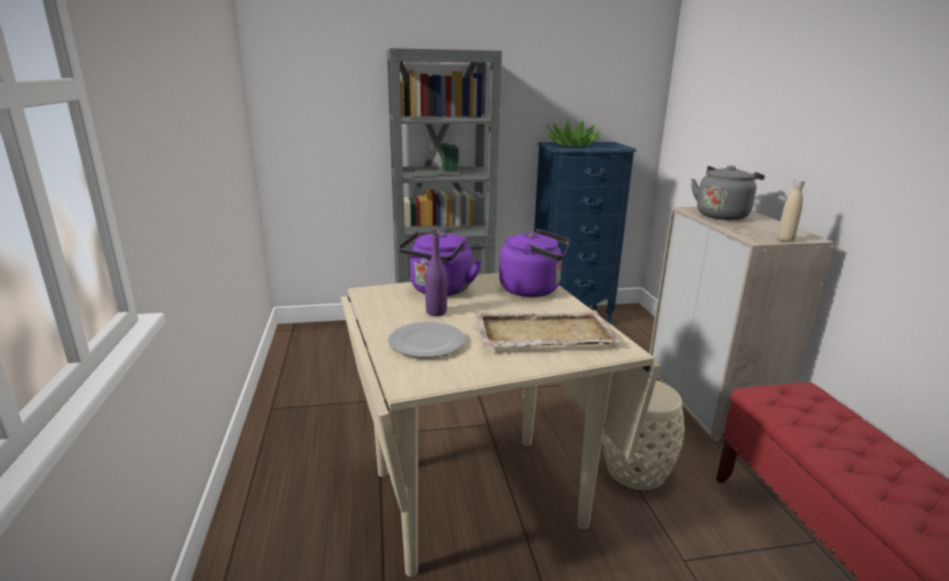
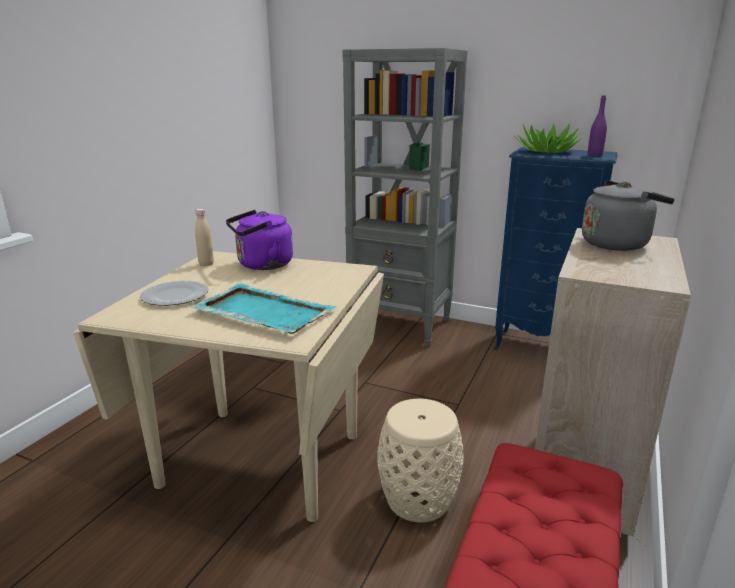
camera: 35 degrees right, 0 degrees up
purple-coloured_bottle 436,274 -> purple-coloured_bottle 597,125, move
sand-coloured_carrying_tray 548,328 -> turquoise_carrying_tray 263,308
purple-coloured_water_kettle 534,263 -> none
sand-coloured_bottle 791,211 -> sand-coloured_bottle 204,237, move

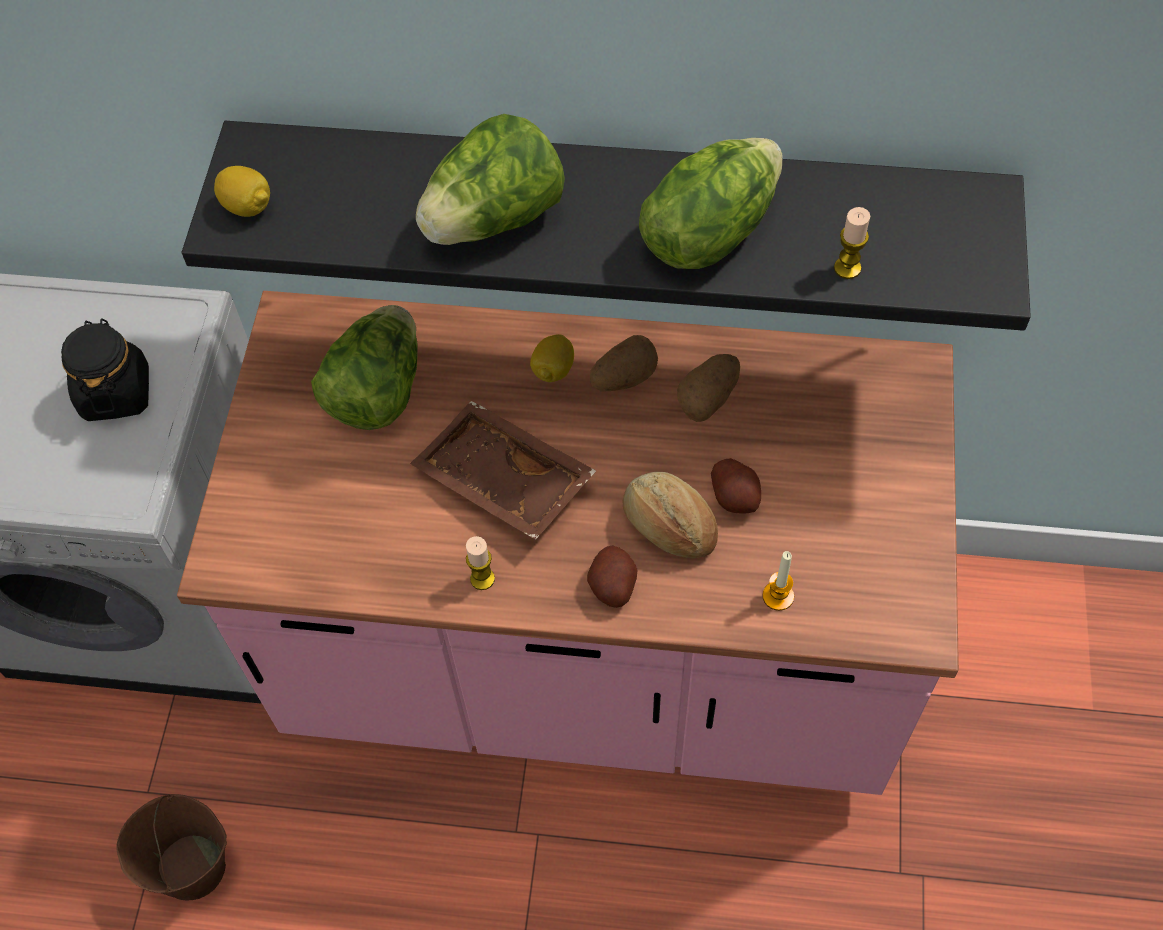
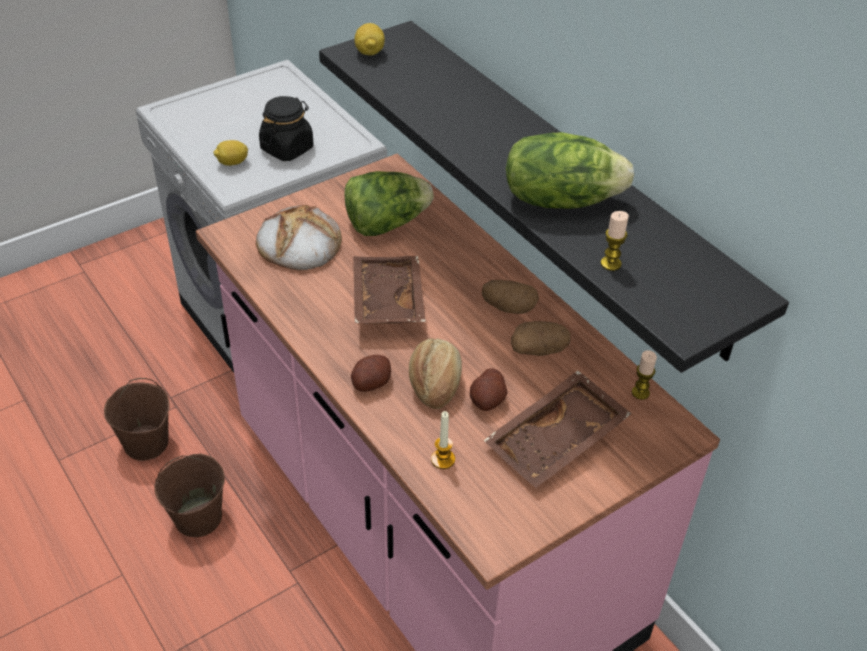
camera: 45 degrees right, 15 degrees down
lettuce_head 490,179 -> none
candle 480,563 -> candle 644,375, move
lemon 552,358 -> lemon 230,153, move
none -> brown-coloured_pail 189,495
none -> bread 299,237
none -> brown-coloured_carrying_tray 557,429

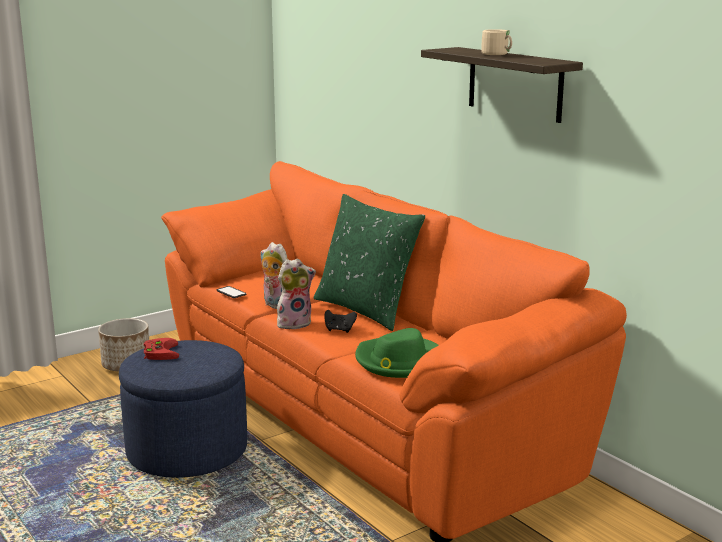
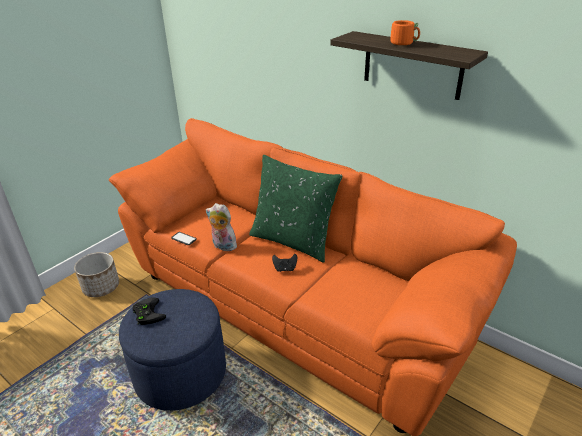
camera: 15 degrees left, 15 degrees up
red_joypad 161,349 -> black-coloured_joypad 149,311
soft_toy 296,293 -> none
greenish_hat 397,353 -> none
sand-coloured_coffee_mug 496,42 -> orangey_coffee_mug 405,32

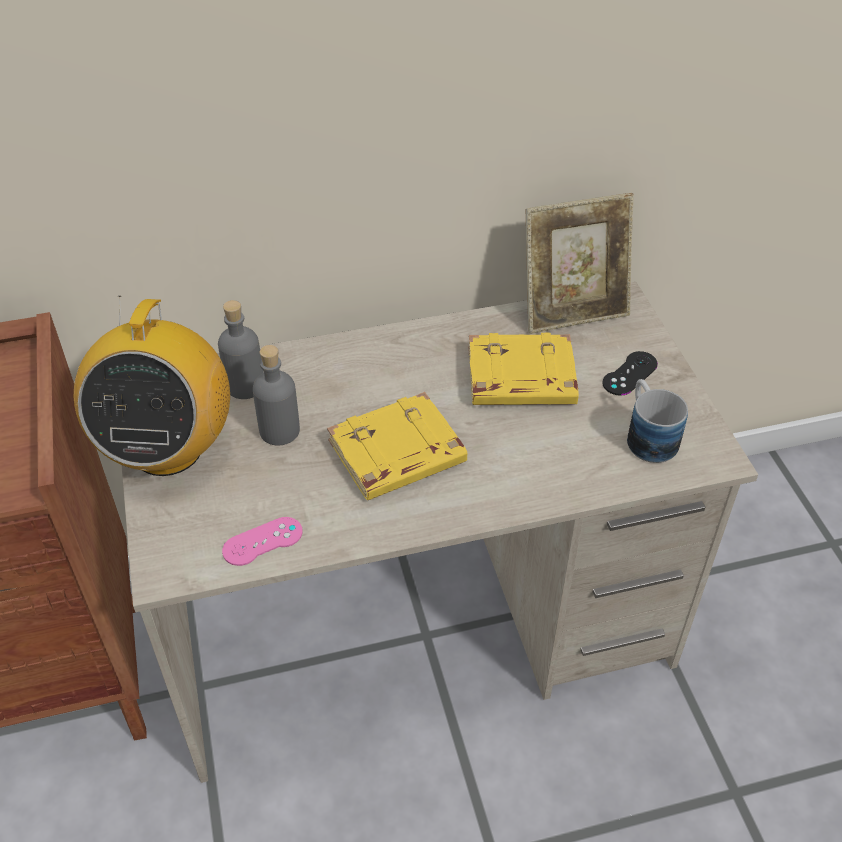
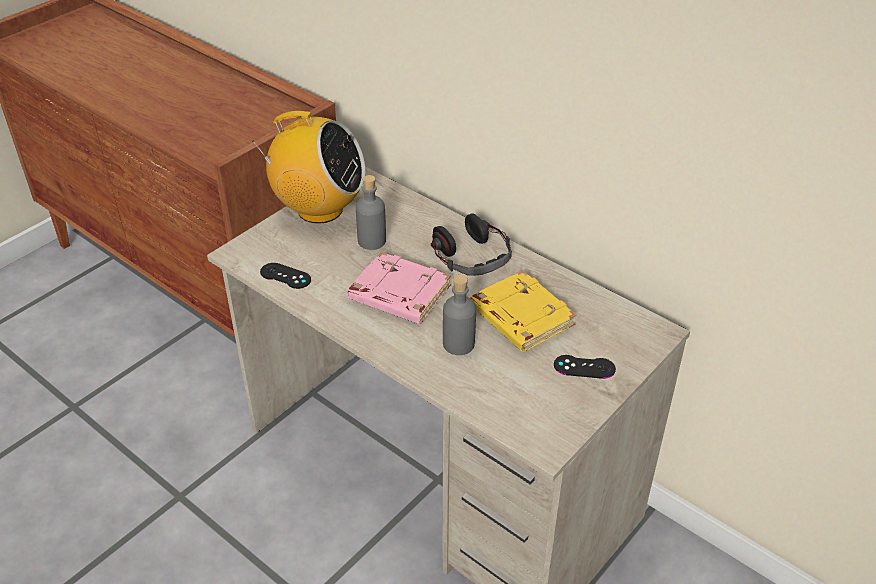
camera: 55 degrees right, 5 degrees down
radio_set 152,386 -> radio_set 308,167, 135 degrees counterclockwise
greyish_bottle 241,349 -> greyish_bottle 459,315, move
pink_joypad 262,541 -> black-coloured_joypad 285,276
yellow_bound_book 397,446 -> pink_bound_book 399,288
standing_frame 580,263 -> none
coffee_mug 657,421 -> none
none -> pair_of_headphones 471,244

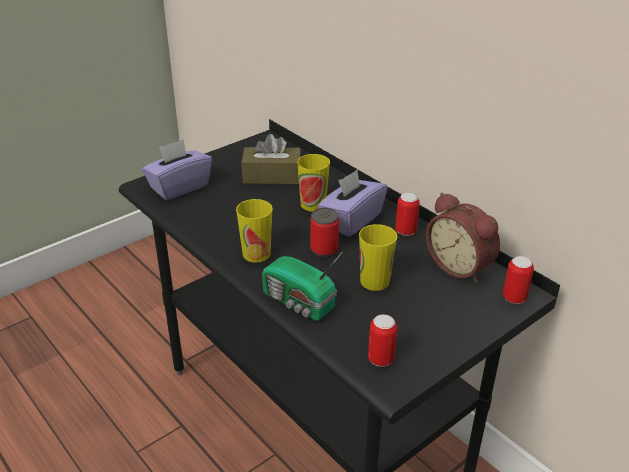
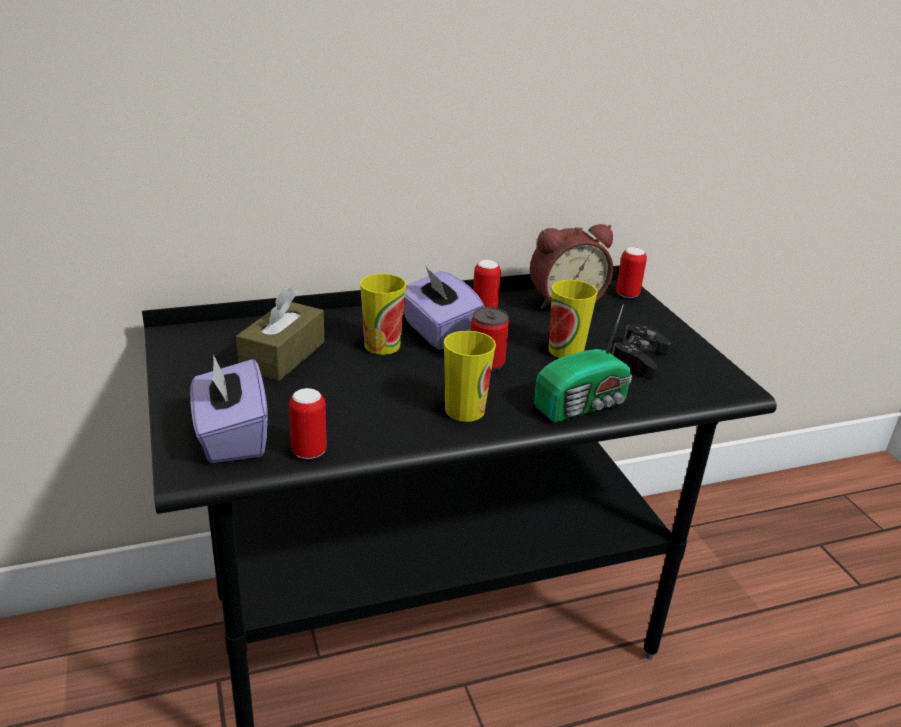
camera: 70 degrees left, 5 degrees down
can 382,340 -> can 308,423, move
none -> black-coloured_joypad 641,351

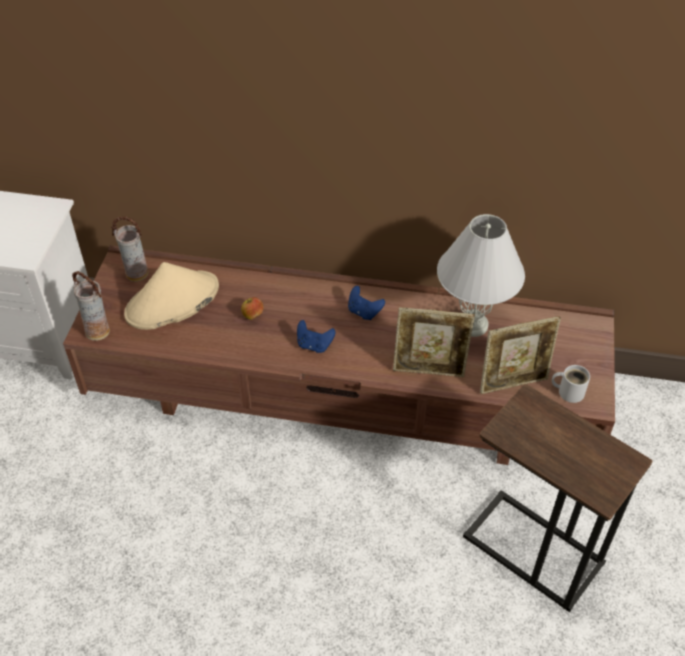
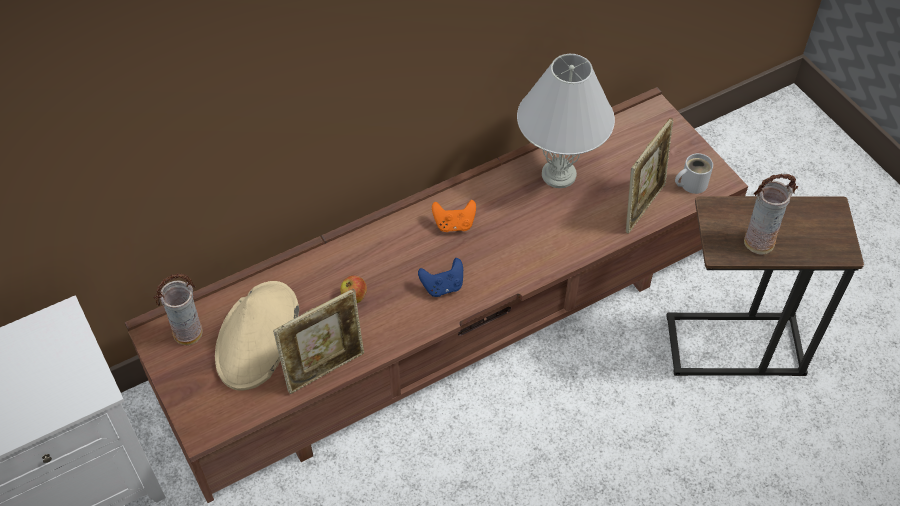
camera: 40 degrees left, 5 degrees up
vase 91,306 -> vase 771,214, move
blue_joypad 366,303 -> orangey_joypad 454,216
standing_frame 434,342 -> standing_frame 318,341, move

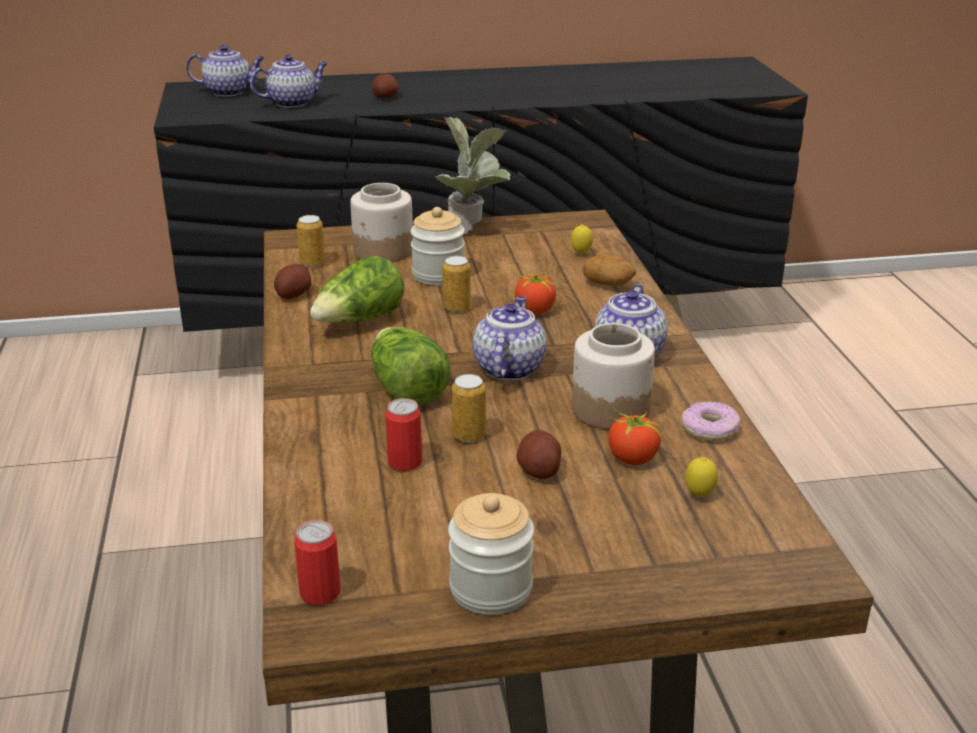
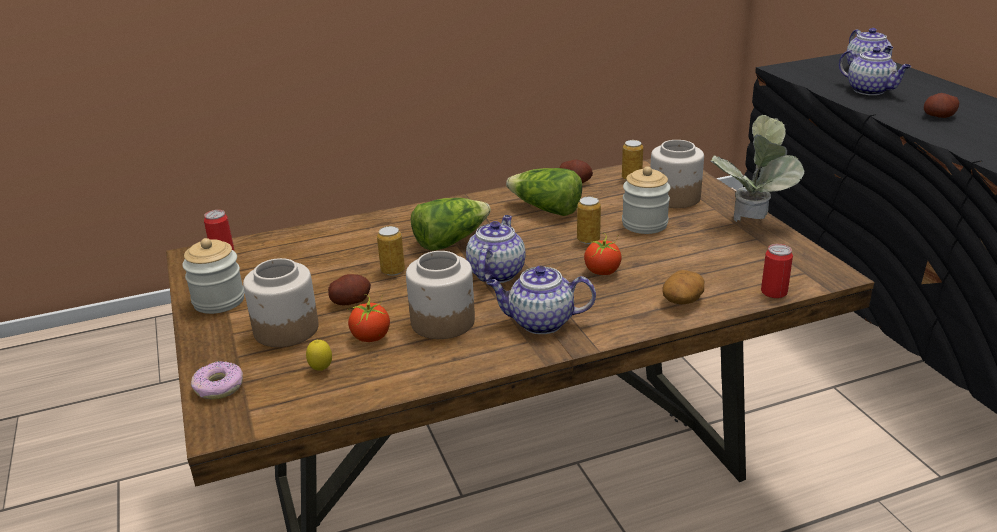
camera: 80 degrees right, 0 degrees up
can 403,434 -> can 777,271, move
teapot 510,338 -> teapot 495,249, 75 degrees counterclockwise
lemon 582,239 -> none
doughnut 711,421 -> doughnut 217,380, move
none -> preserve_jar 281,302

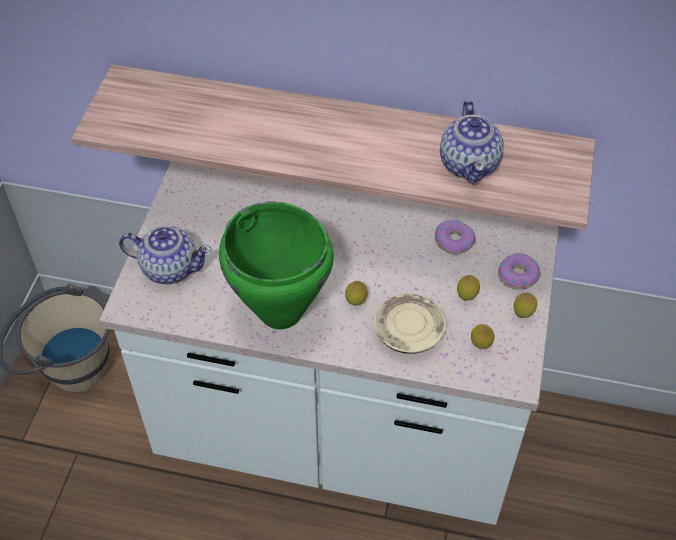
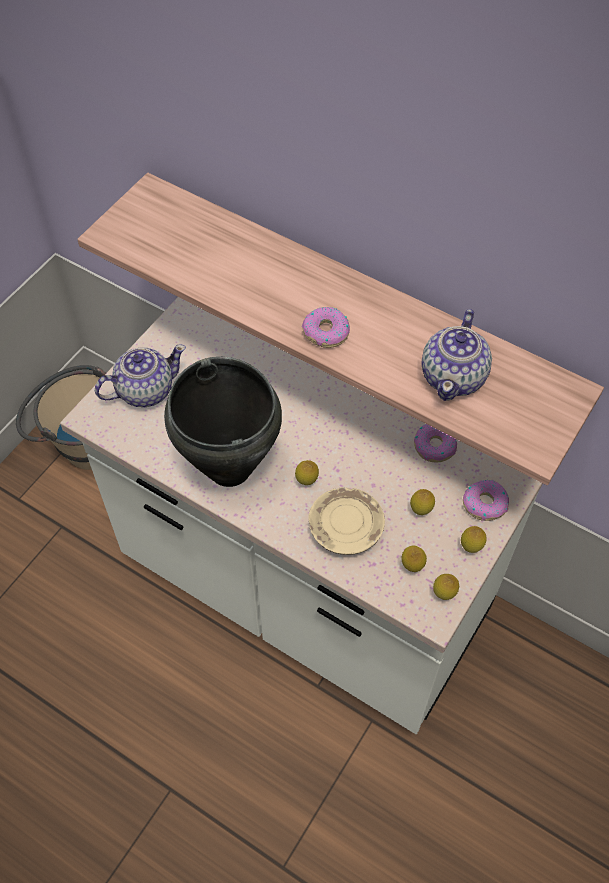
camera: 20 degrees right, 5 degrees up
teapot 165,255 -> teapot 140,376, 60 degrees counterclockwise
greenish_saucepot 276,265 -> black-coloured_saucepot 223,422
none -> doughnut 326,327
none -> lemon 446,587

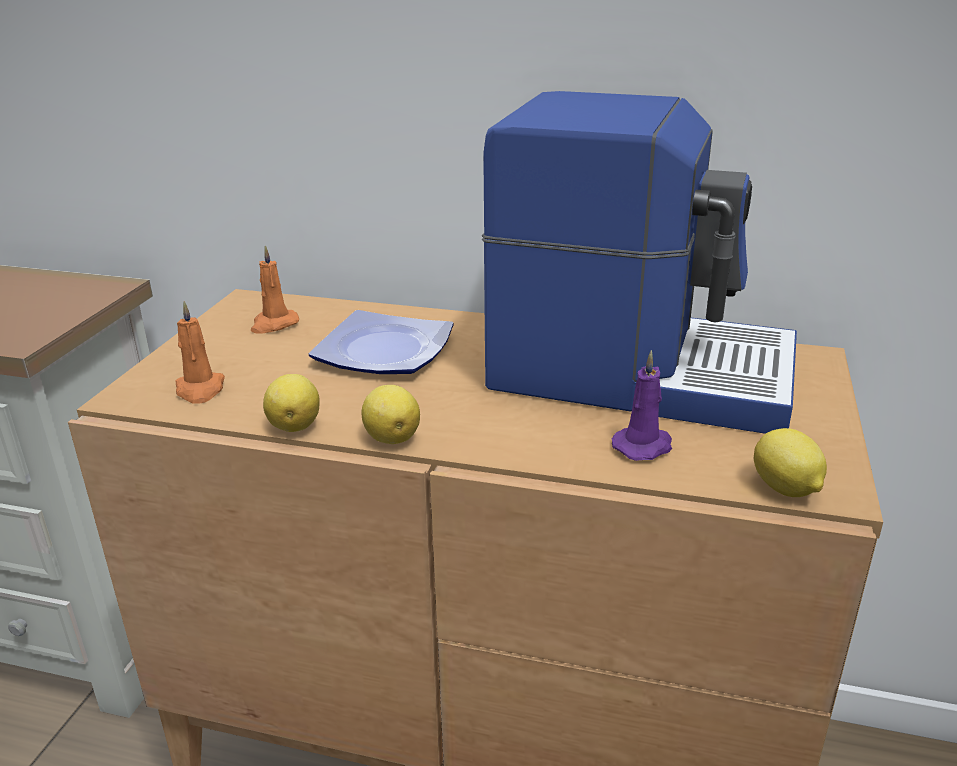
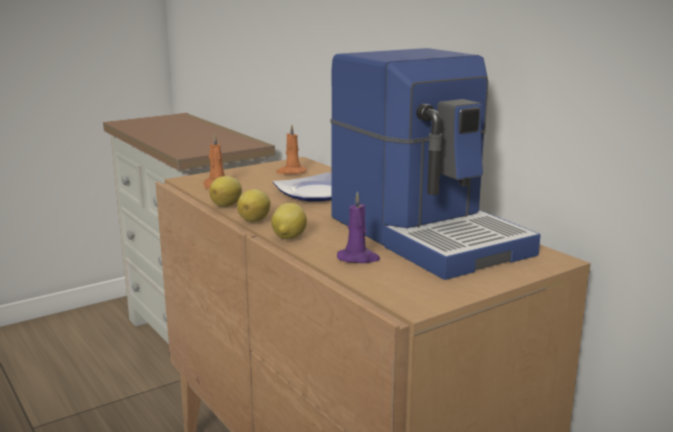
camera: 40 degrees right, 10 degrees down
lemon 790,462 -> lemon 289,221, move

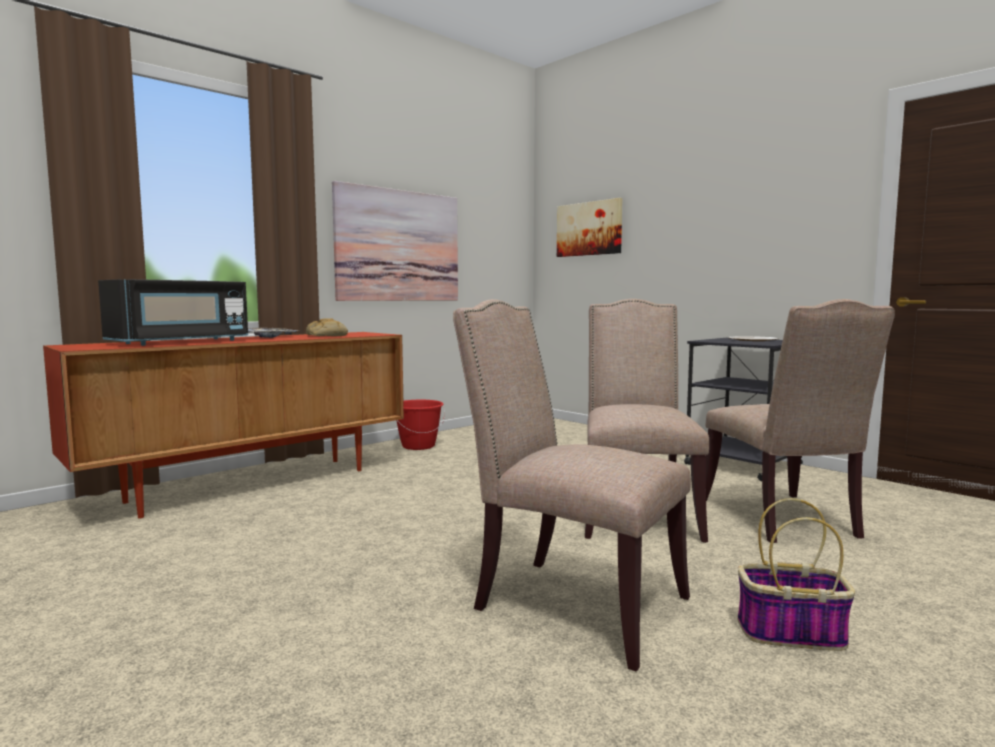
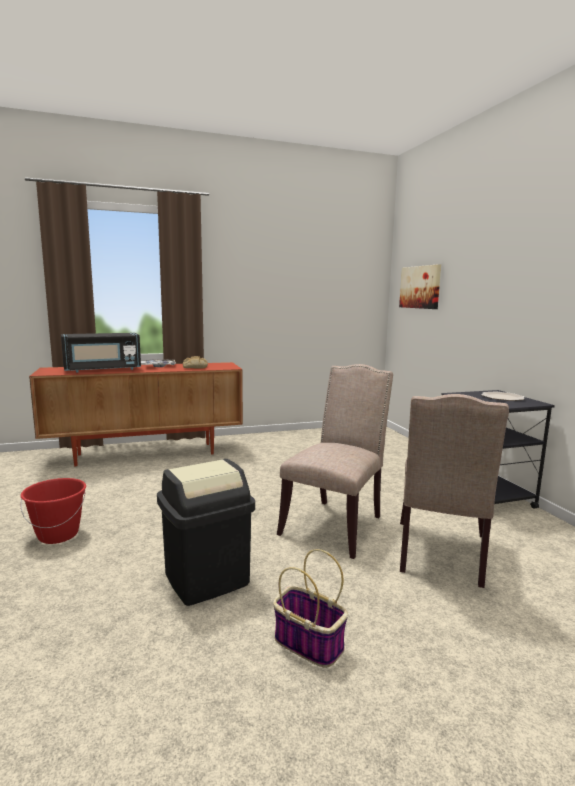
camera: 25 degrees right, 5 degrees up
wall_art 395,241 -> none
red_pail 421,425 -> red_pail 53,511, move
sand-coloured_upright_chair 572,485 -> black-coloured_waste_bin 206,532

